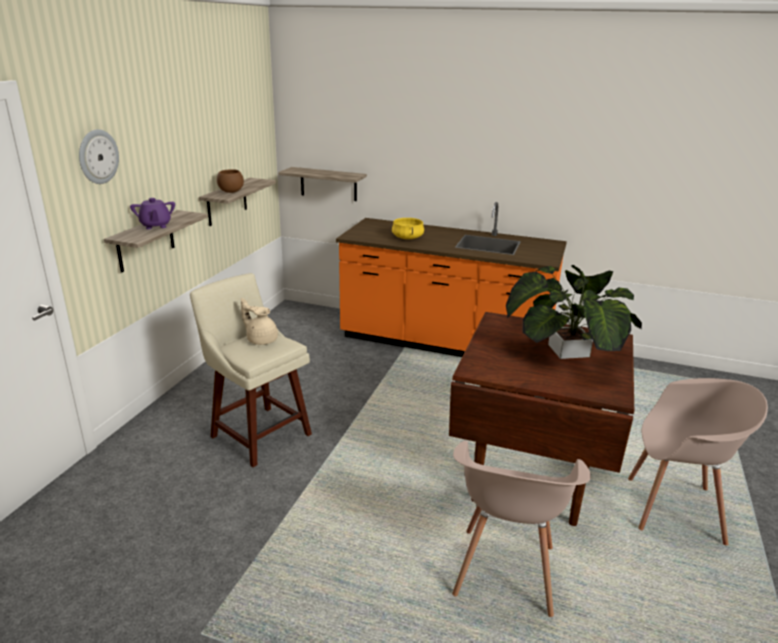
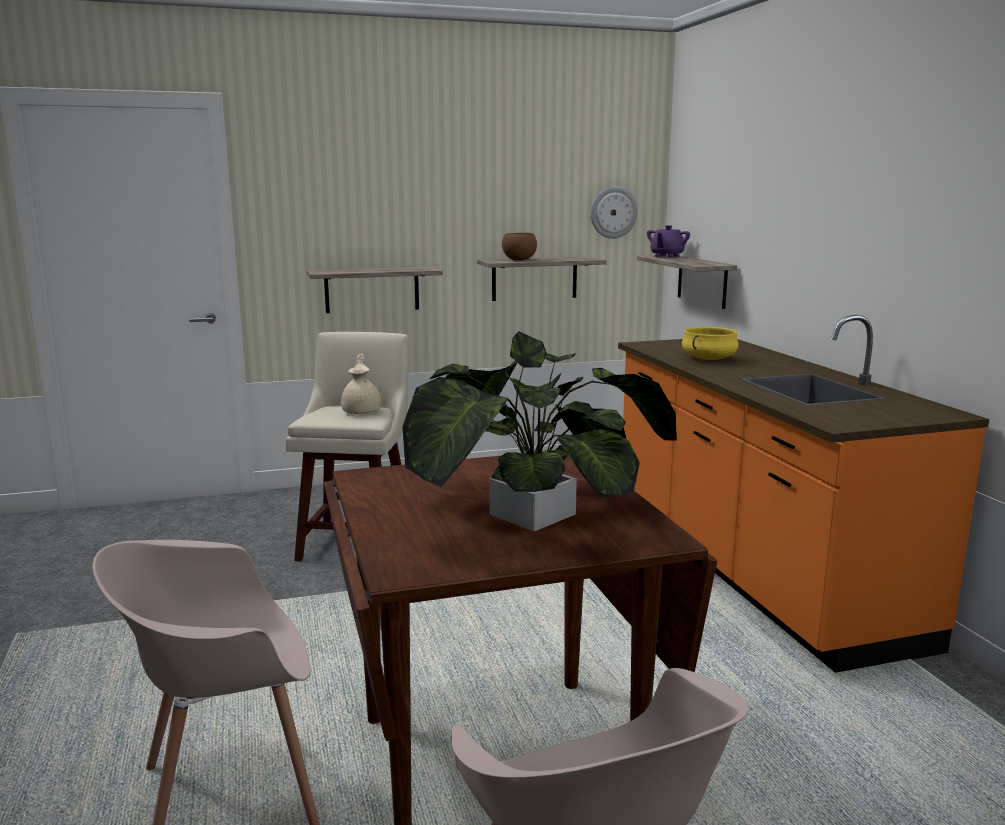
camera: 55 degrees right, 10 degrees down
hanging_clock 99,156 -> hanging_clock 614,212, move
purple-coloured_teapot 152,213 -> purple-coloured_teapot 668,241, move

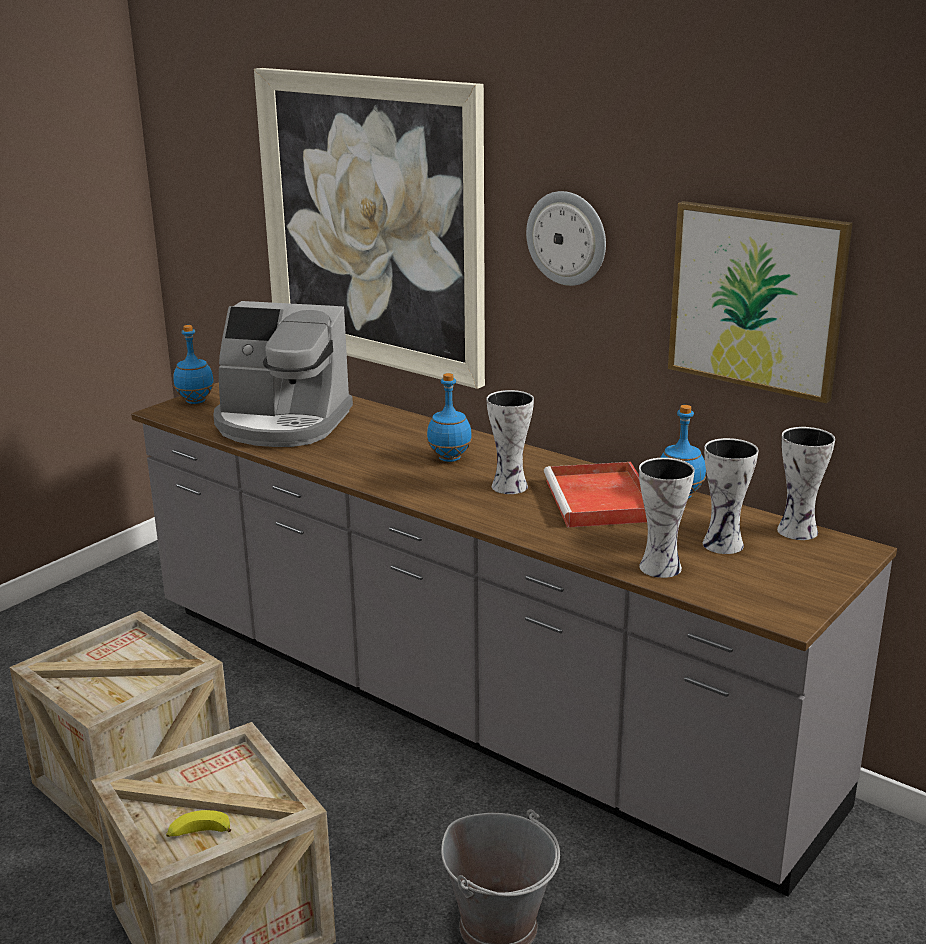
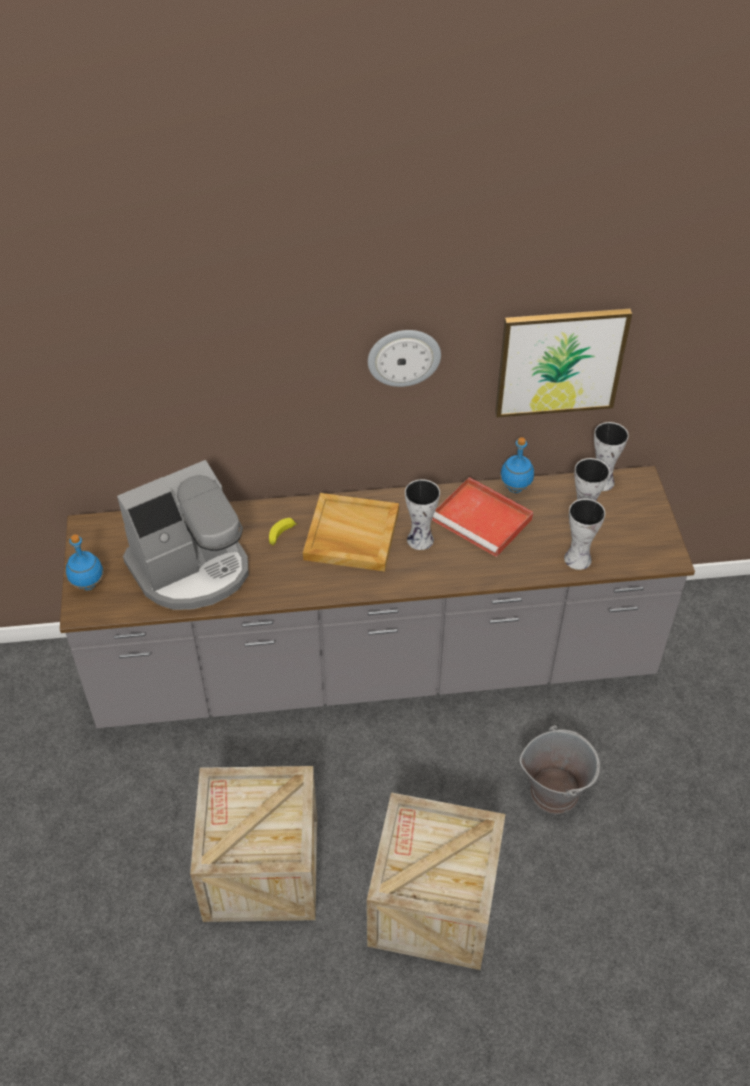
camera: 45 degrees left, 25 degrees up
banana 198,823 -> banana 283,532, move
wall_art 369,228 -> none
blue_bottle 449,417 -> sand-coloured_carrying_tray 351,532

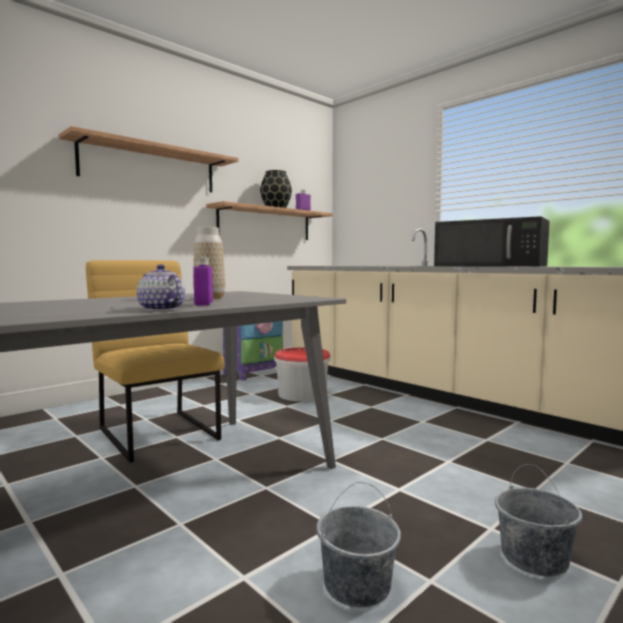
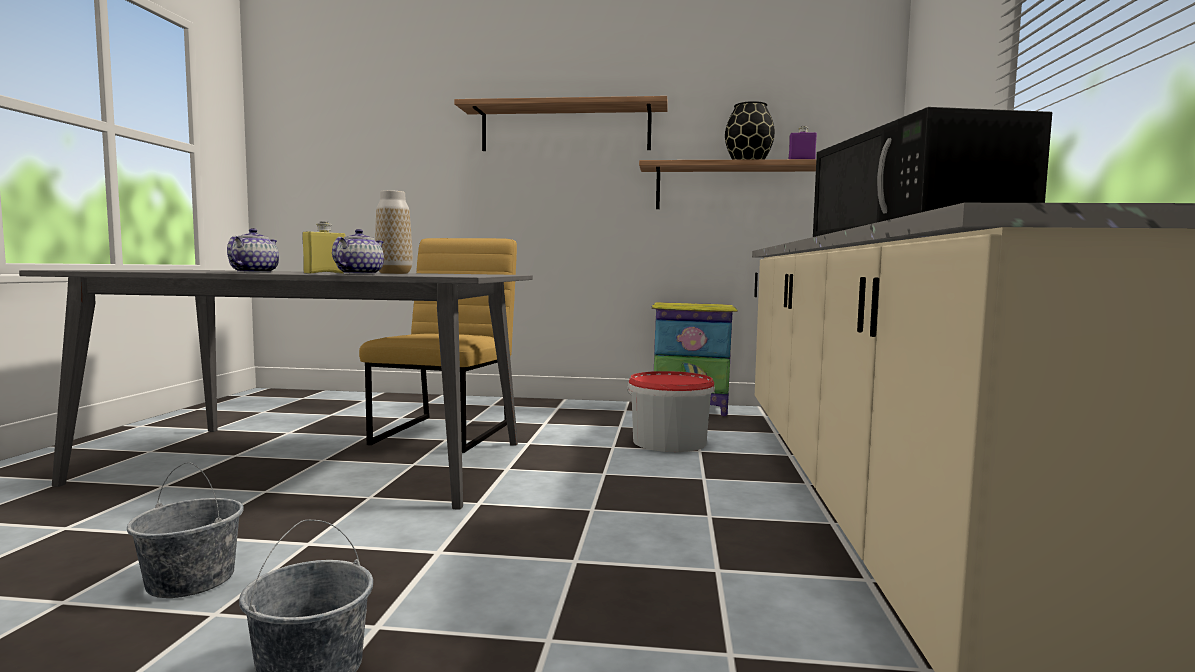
camera: 50 degrees right, 0 degrees up
purple-coloured_bottle 203,281 -> yellow_bottle 324,247
none -> teapot 358,252

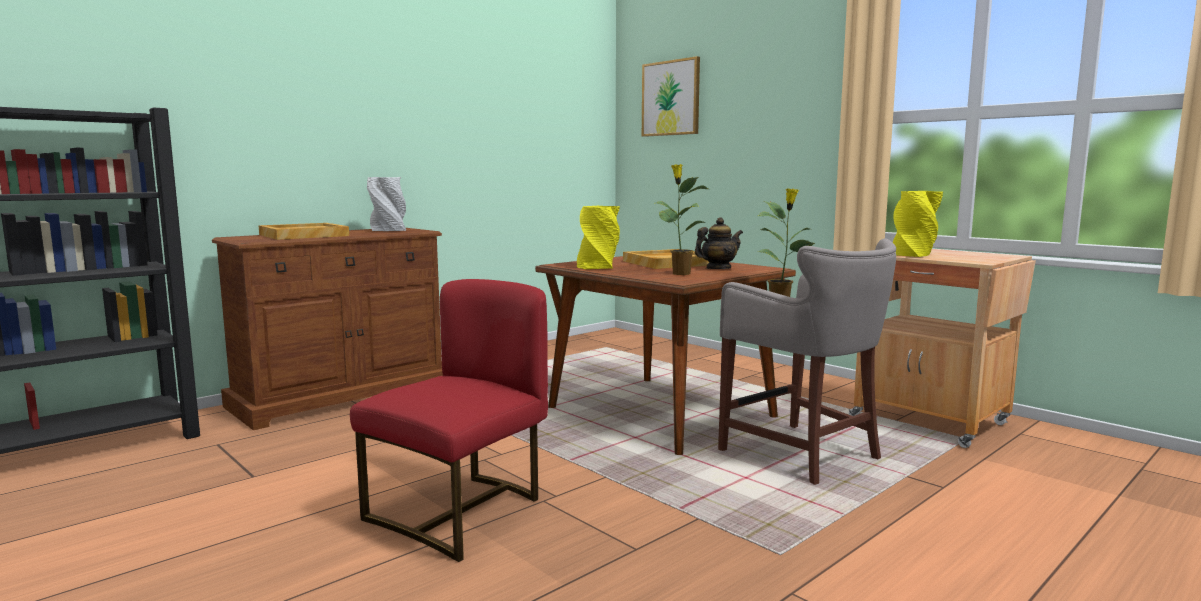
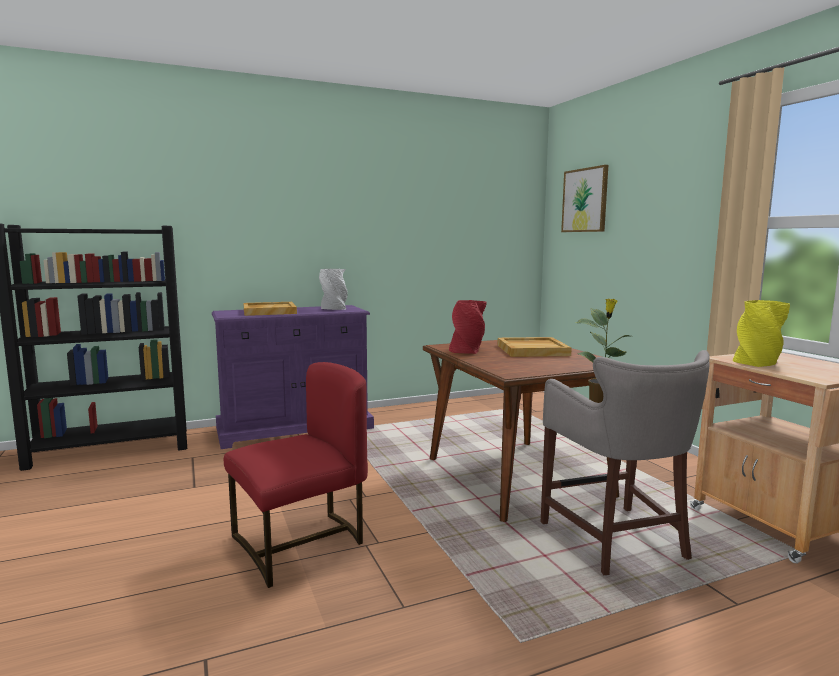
camera: 20 degrees right, 0 degrees up
brown-coloured_dresser 327,329 -> purple-coloured_dresser 293,377
yellow_vase 598,237 -> red_vase 468,327
potted_plant 681,219 -> none
teapot 719,243 -> none

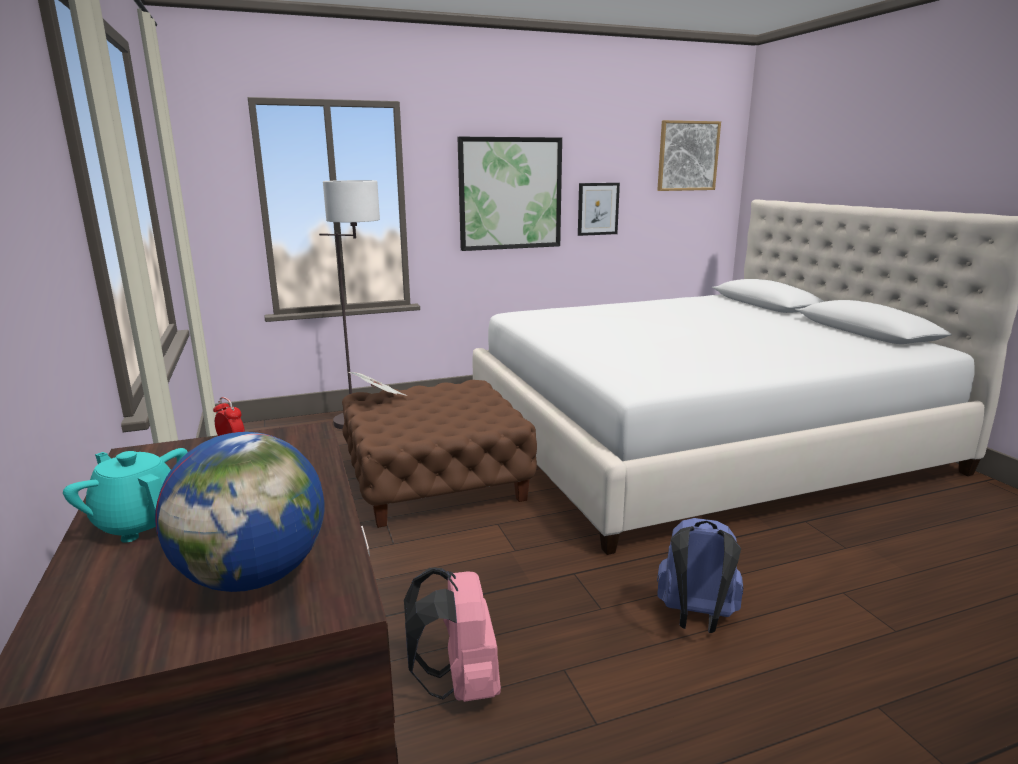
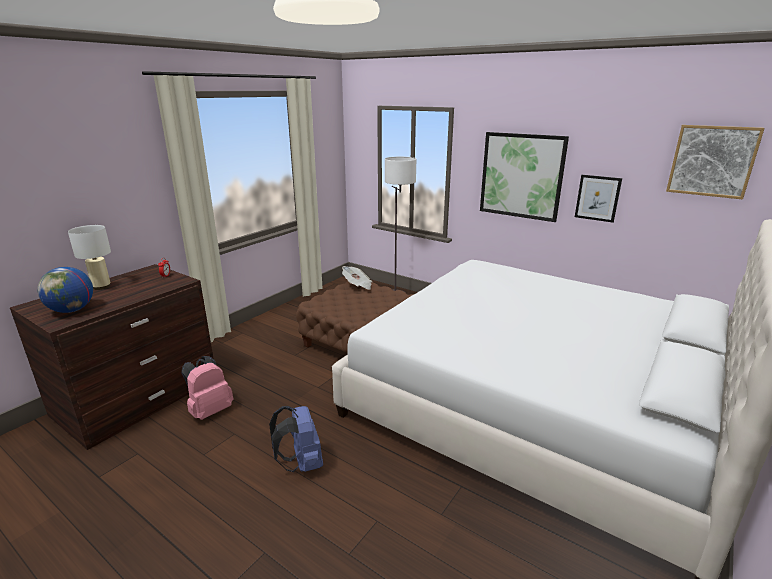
camera: 55 degrees right, 5 degrees up
turquoise_teapot 125,495 -> white-coloured_tabletop_lamp 89,257

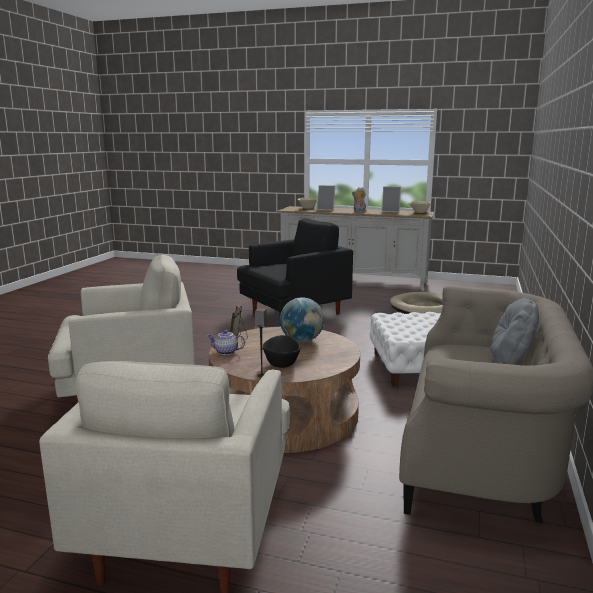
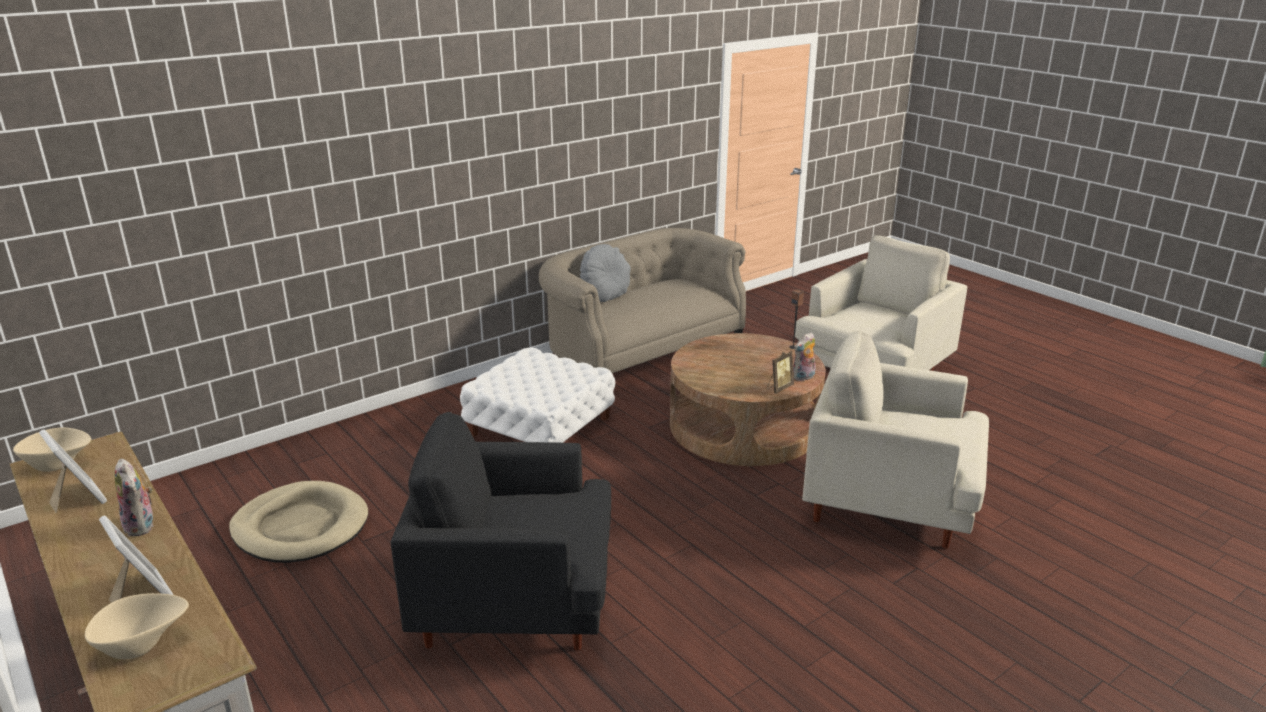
camera: 145 degrees left, 10 degrees up
teapot 226,342 -> soft_toy 804,356
black-coloured_bowl 281,351 -> none
desk_globe 302,319 -> none

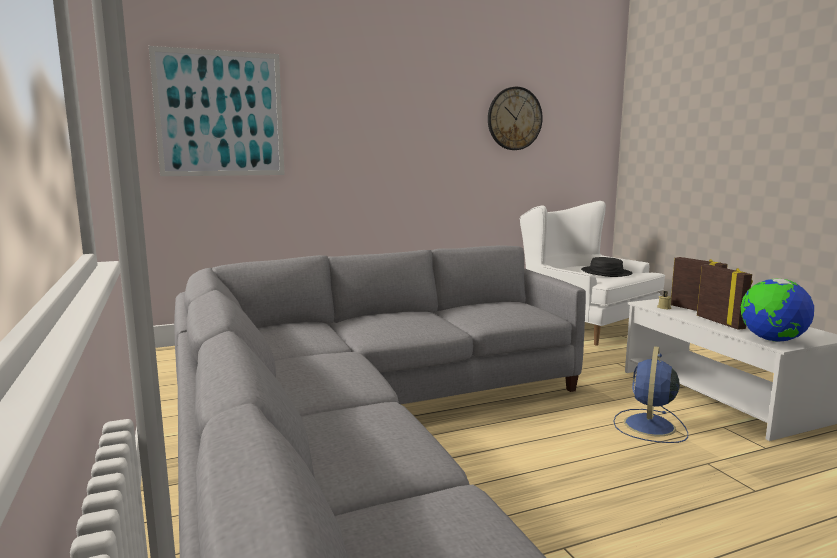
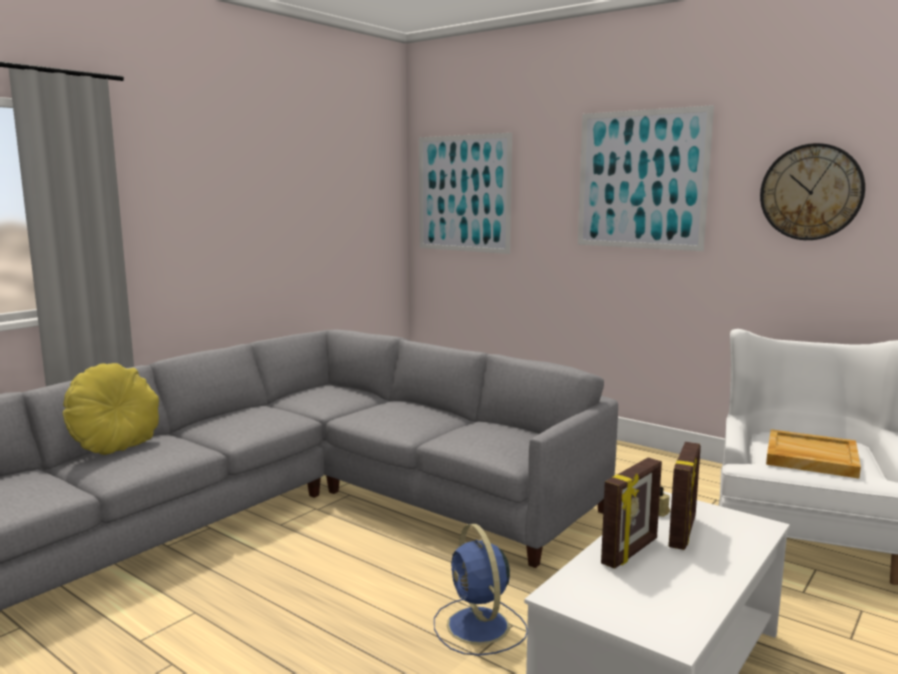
camera: 60 degrees right, 0 degrees up
black-coloured_hat 606,267 -> sand-coloured_carrying_tray 813,453
blue_cooling_fan 650,394 -> blue_cooling_fan 480,590, 105 degrees counterclockwise
desk_globe 777,310 -> none
none -> yellow_throw_pillow 111,409
none -> wall_art 646,178

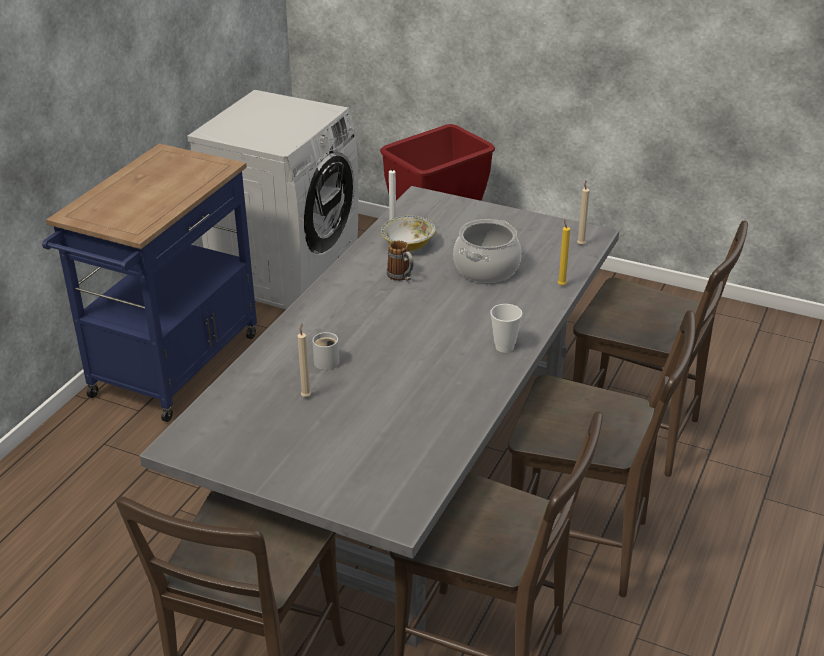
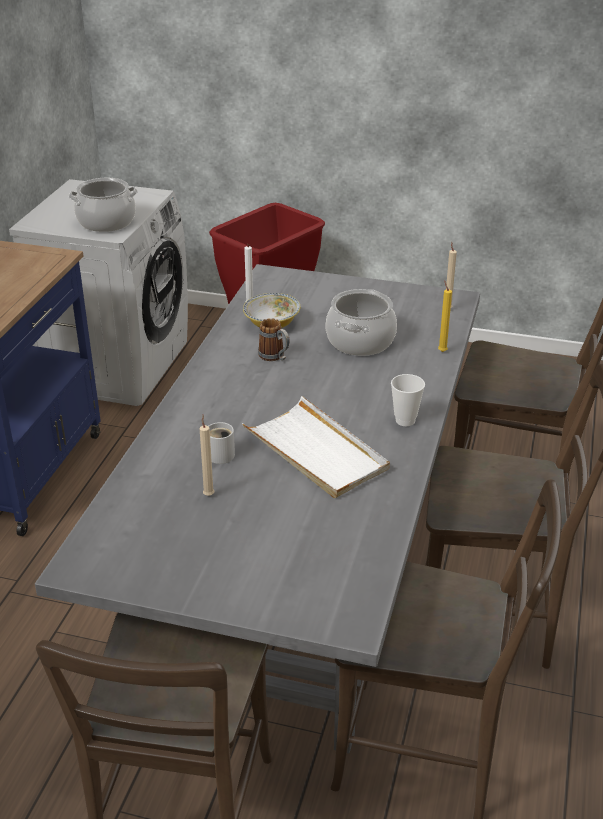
camera: 10 degrees left, 0 degrees up
none -> saucepot 103,205
none -> white-coloured_carrying_tray 316,447

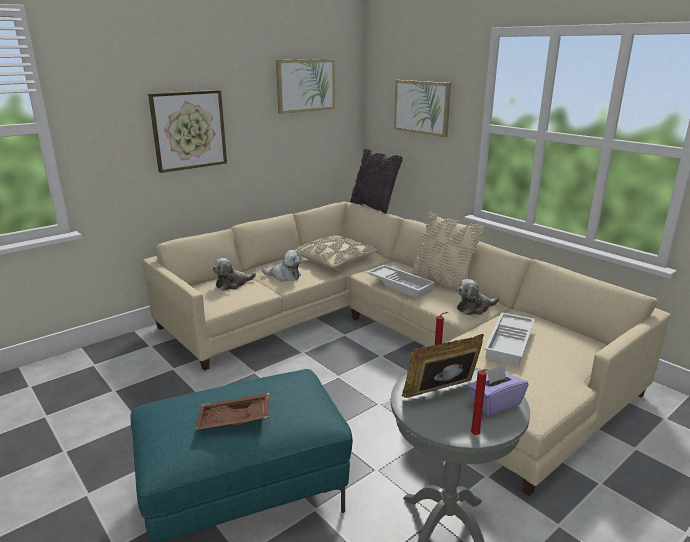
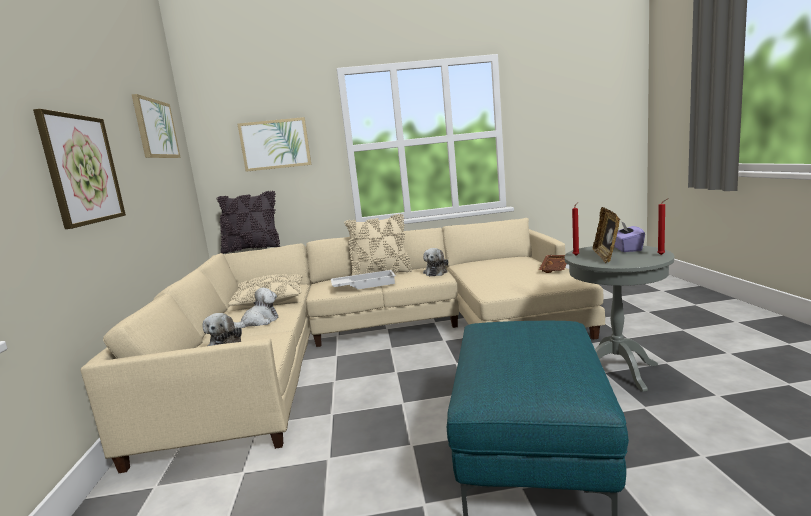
camera: 55 degrees left, 10 degrees down
brown-coloured_carrying_tray 232,411 -> brown-coloured_carrying_tray 553,264, move
white-coloured_carrying_tray 509,339 -> none

